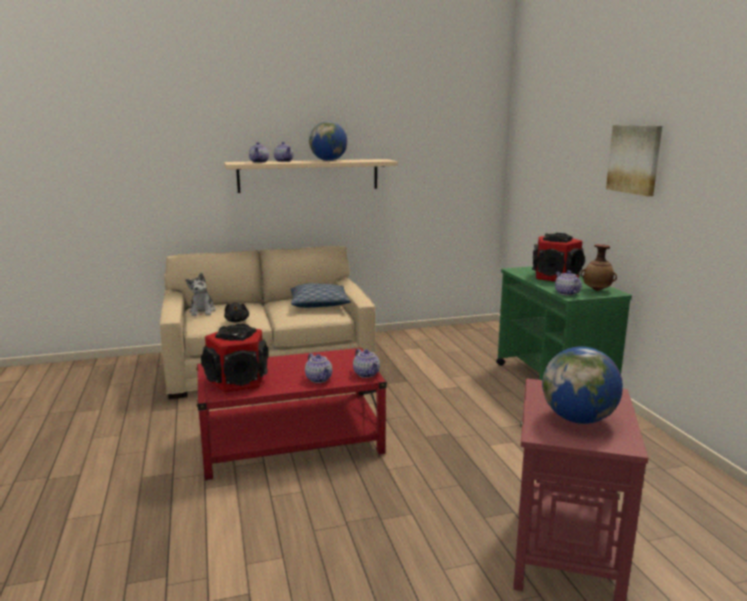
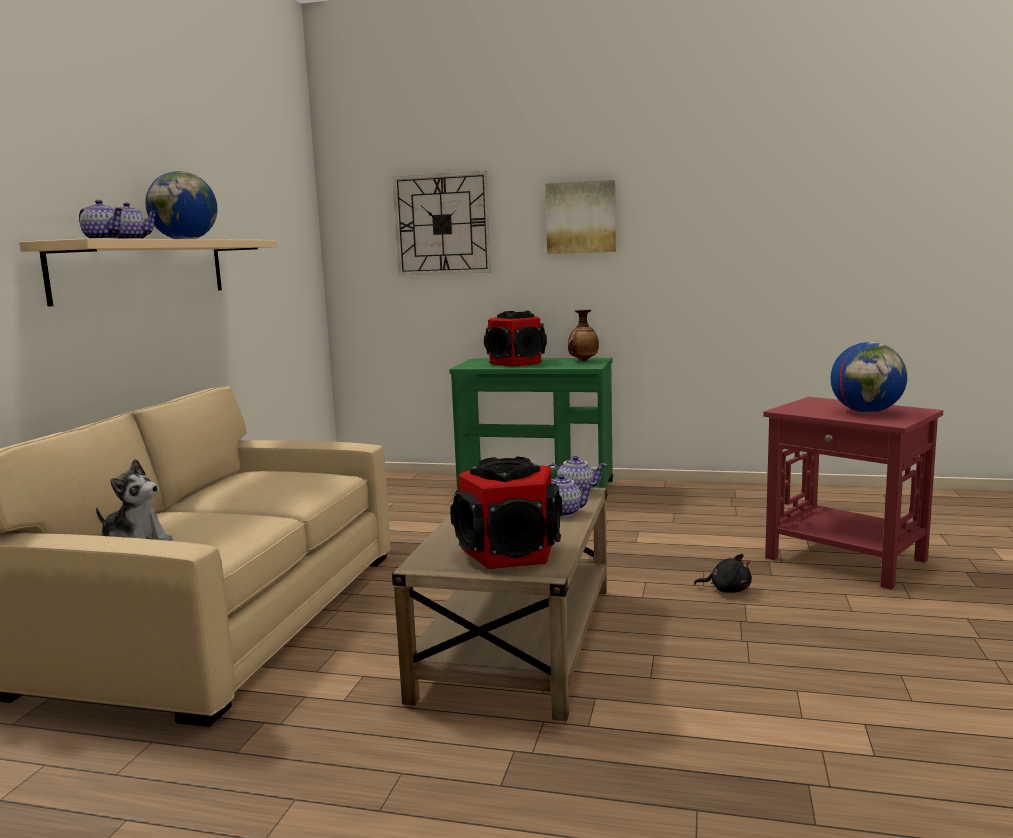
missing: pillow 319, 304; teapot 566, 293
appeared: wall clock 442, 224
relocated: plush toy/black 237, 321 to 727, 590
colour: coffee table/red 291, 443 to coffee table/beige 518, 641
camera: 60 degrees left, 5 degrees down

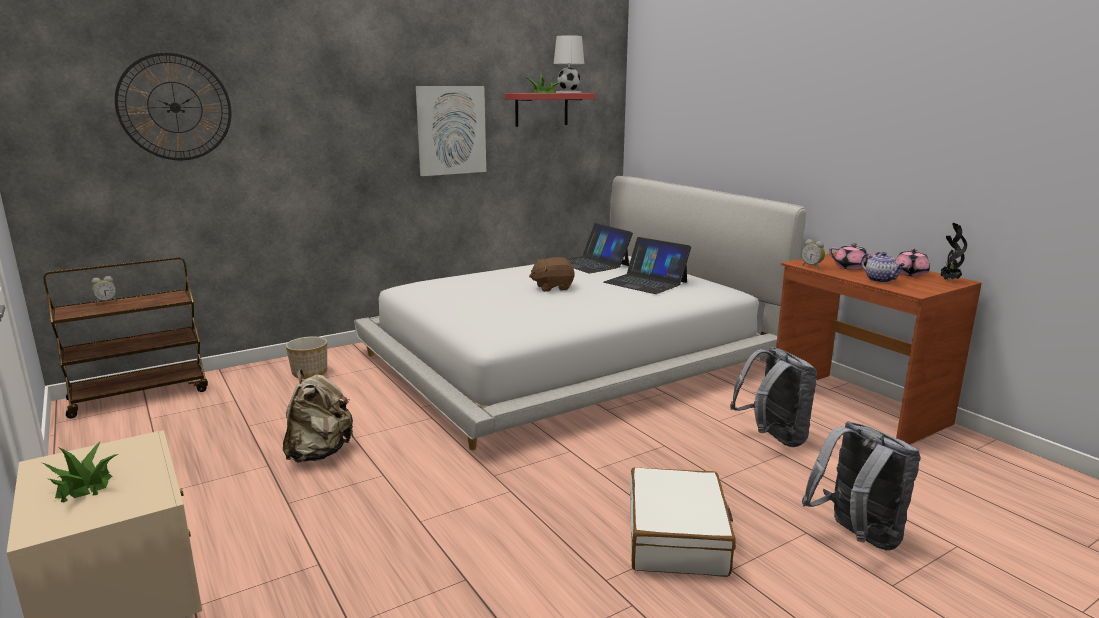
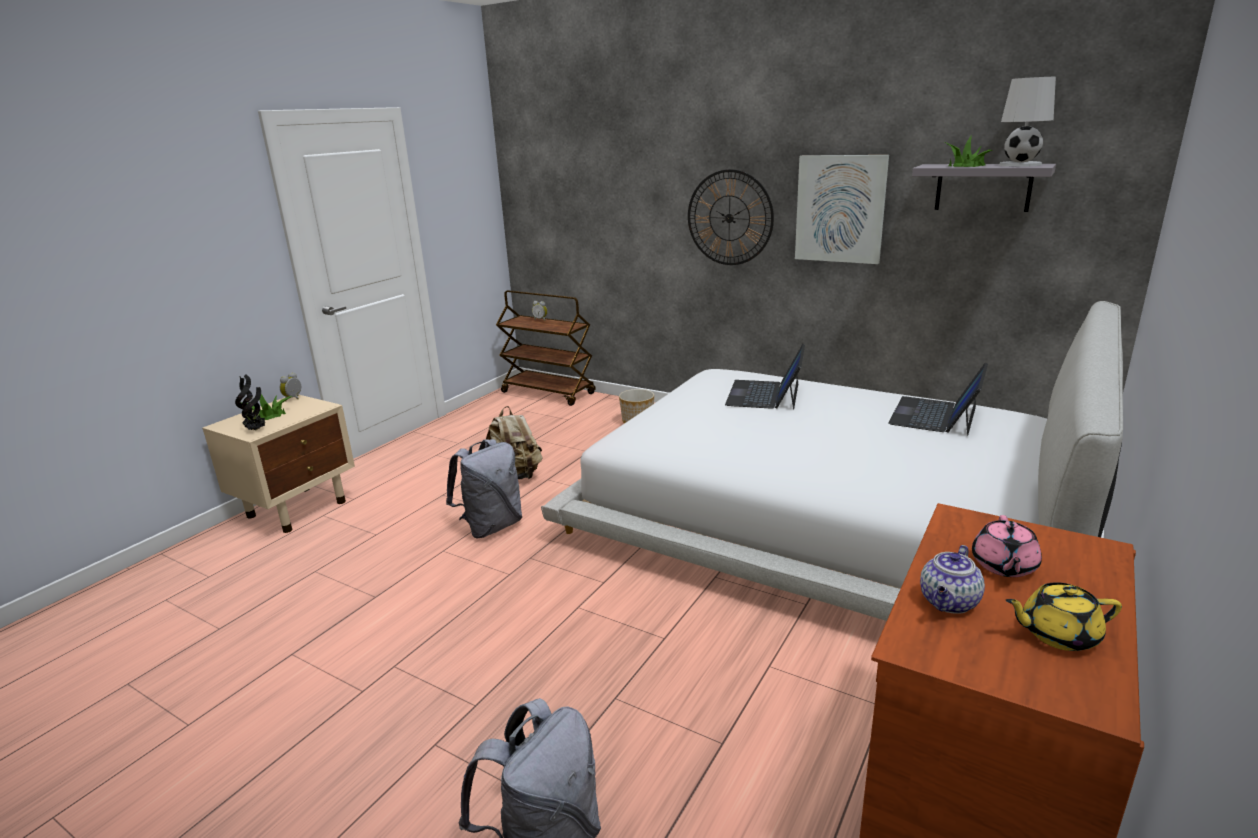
missing: plush toy/brown 552, 287; suitcase/white 677, 537
relocated: potted plant 948, 280 to 257, 430; alarm clock 812, 266 to 294, 399; backpack/grey 773, 438 to 491, 526; wall clock 175, 107 to 729, 218; laptop 645, 282 to 765, 394
colour: shelf/red 541, 109 to shelf/grey 983, 187; teapot/pink 910, 274 to teapot/yellow 1057, 634
camera: 65 degrees right, 5 degrees up

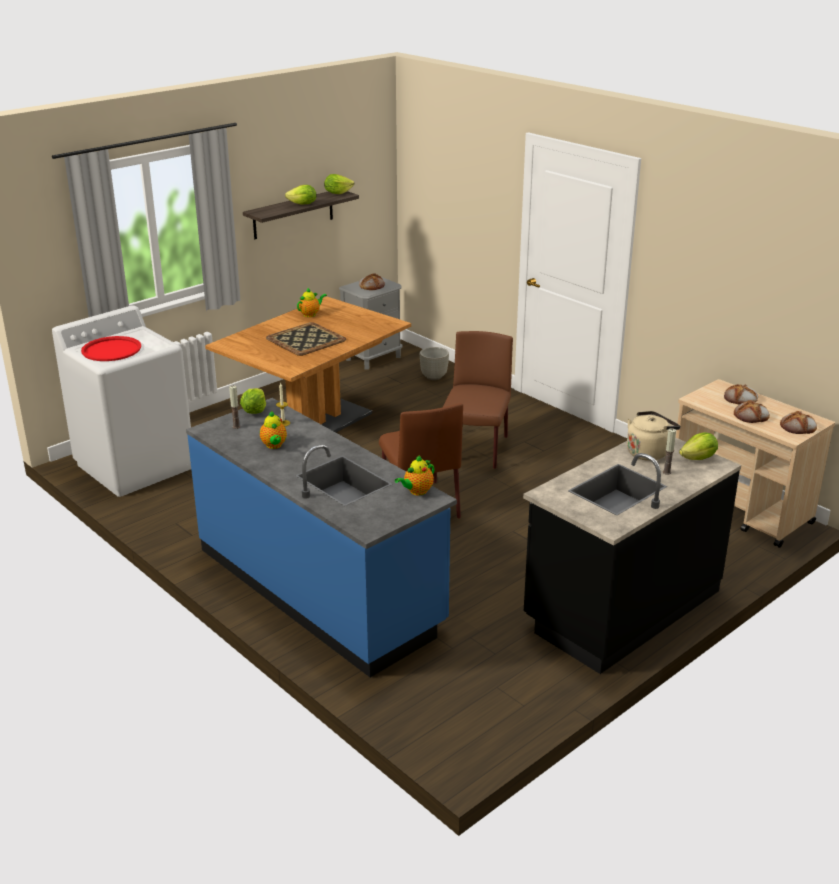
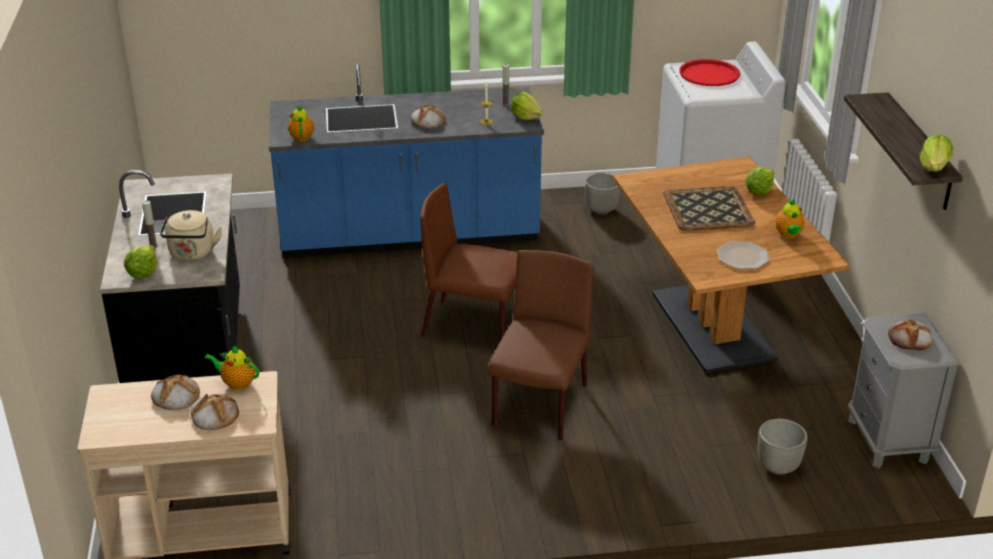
appeared: planter/grey 602, 210; plate 743, 257
relocated: teapot 274, 446 to 237, 383; bread 798, 427 to 428, 121; lettuce 303, 204 to 759, 191
spun: chair/brown 475, 450 = 540, 407 120 degrees counterclockwise
camera: 125 degrees right, 5 degrees up

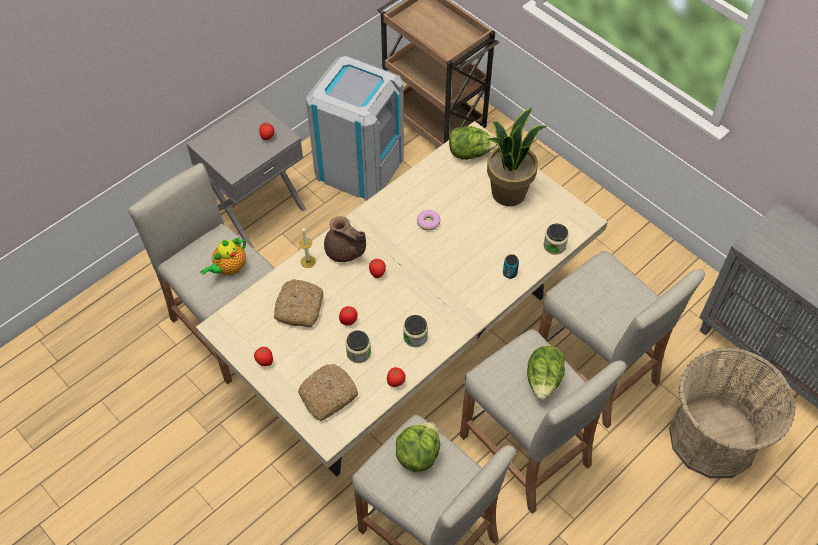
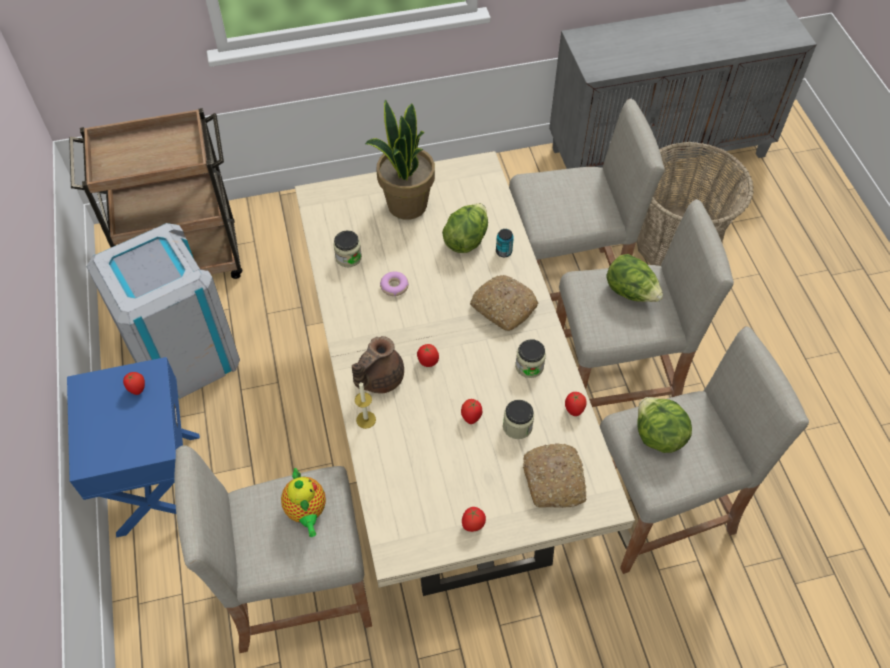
relocated: jar 554, 245 to 348, 257; lettuce 470, 153 to 466, 239; bread 299, 307 to 502, 307
colour: nightstand/grey 256, 209 to nightstand/blue 157, 484
spun: teapot/brown 345, 252 = 378, 378 150 degrees clockwise
camera: 60 degrees left, 0 degrees up

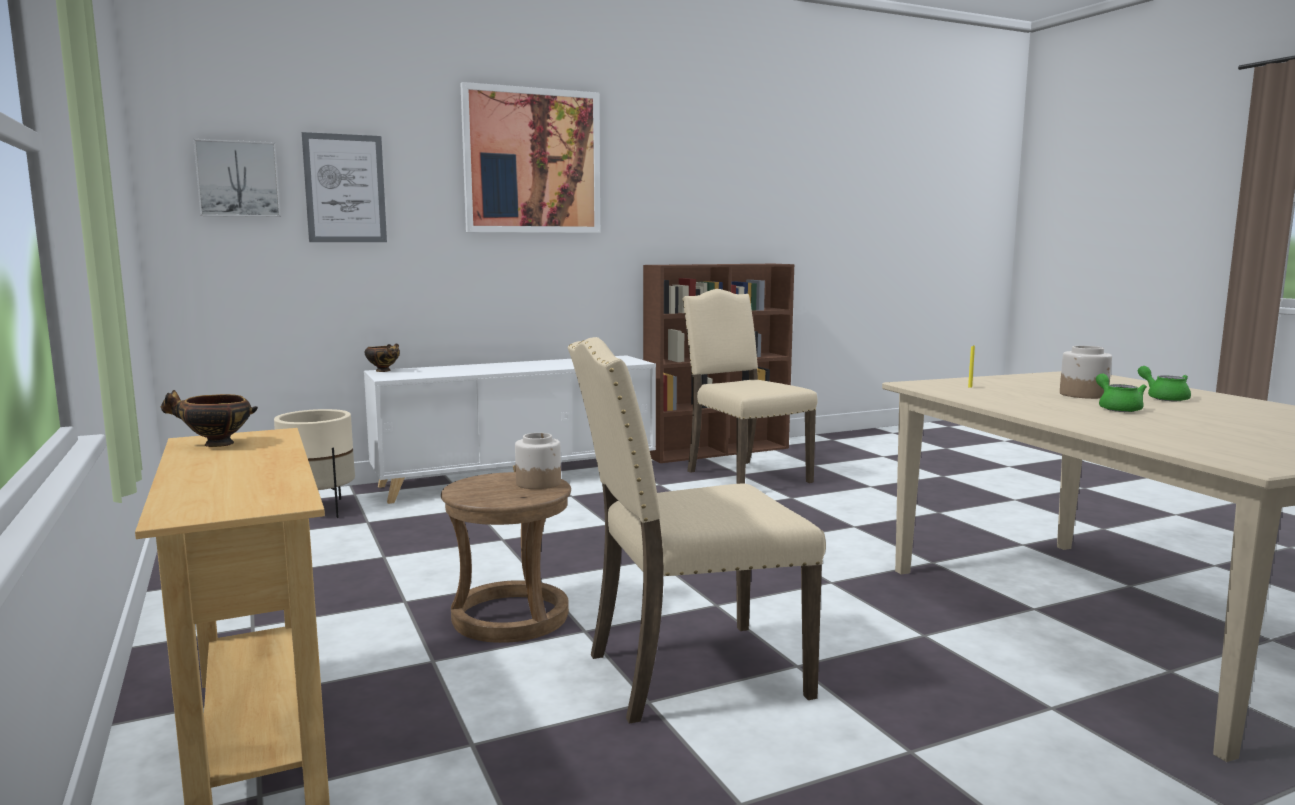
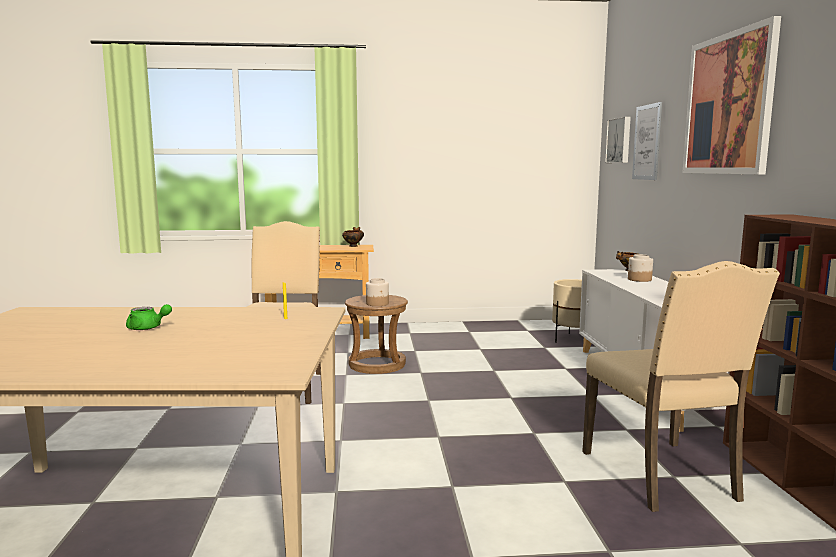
missing: teapot/green 1164, 398
relocated: jar 1084, 395 to 639, 279
spun: chair/beige 744, 476 = 662, 476 90 degrees clockwise
camera: 110 degrees right, 0 degrees up

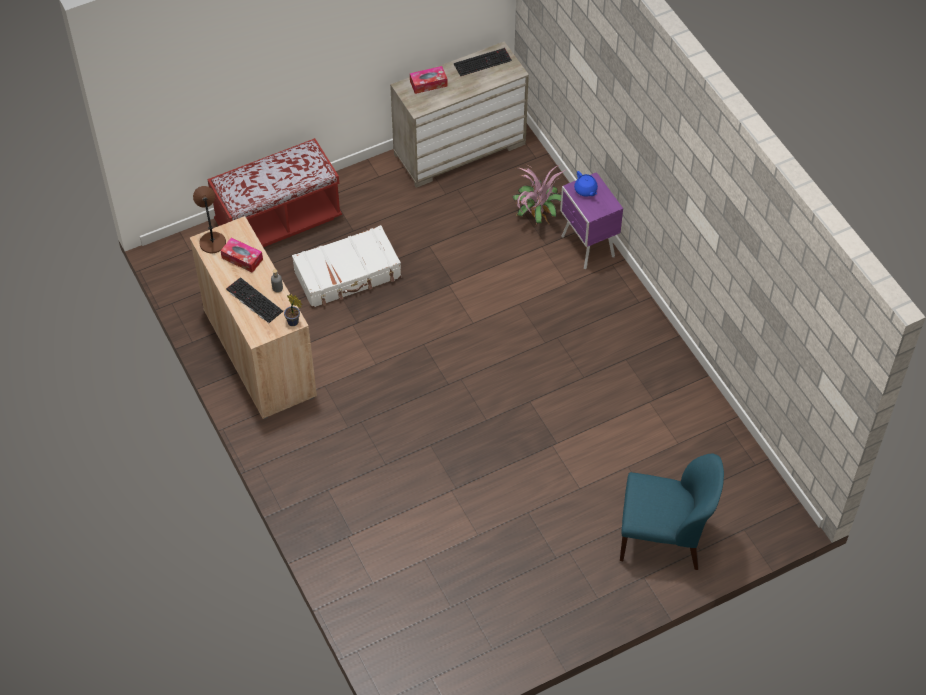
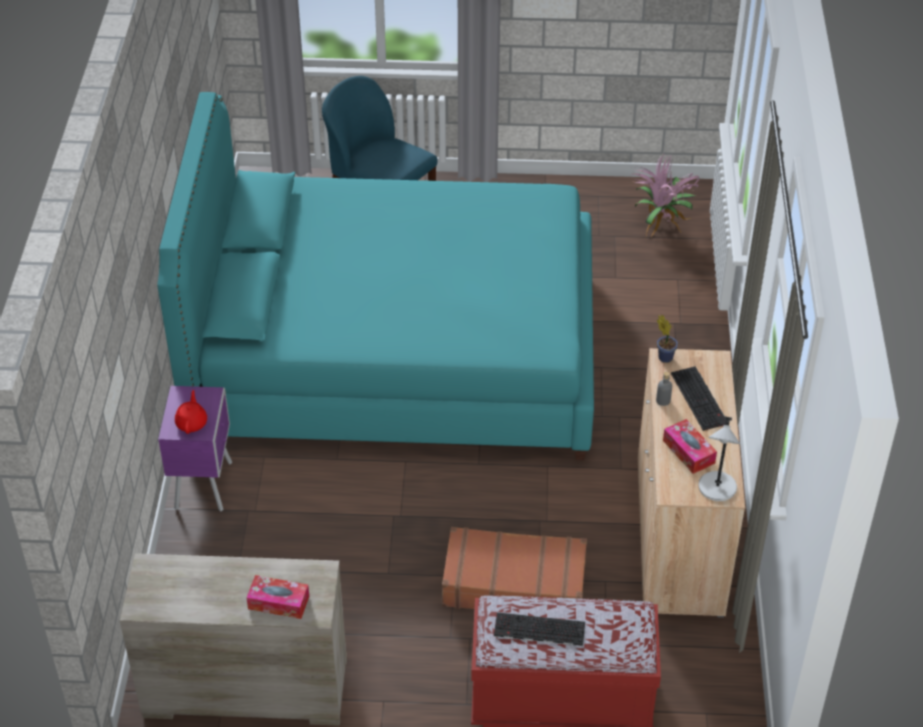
appeared: bed/turquoise 396, 355
relocated: keyboard 483, 61 to 538, 630; potted plant 536, 216 to 663, 224
colour: teapot/blue 585, 190 to teapot/red 192, 423; suitcase/white 348, 275 to suitcase/brown 514, 583; table lamp/brown 212, 241 to table lamp/grey 717, 489
camera: 150 degrees left, 10 degrees down

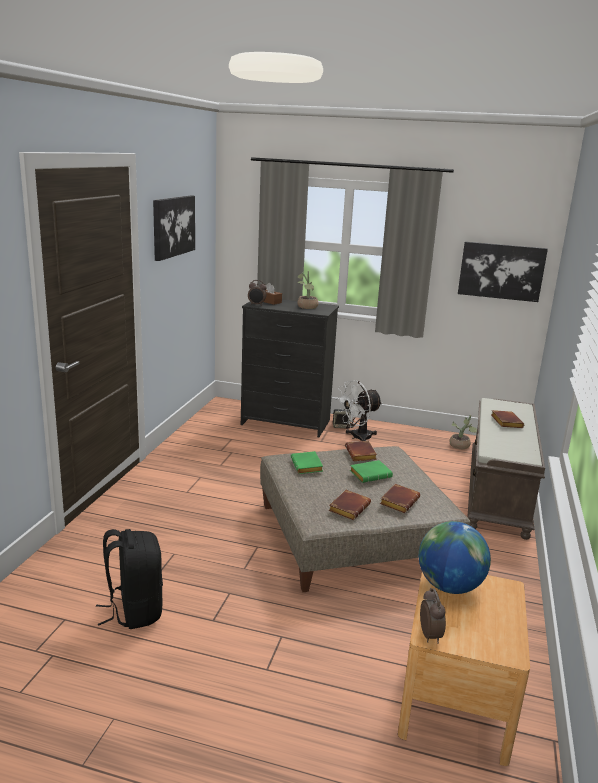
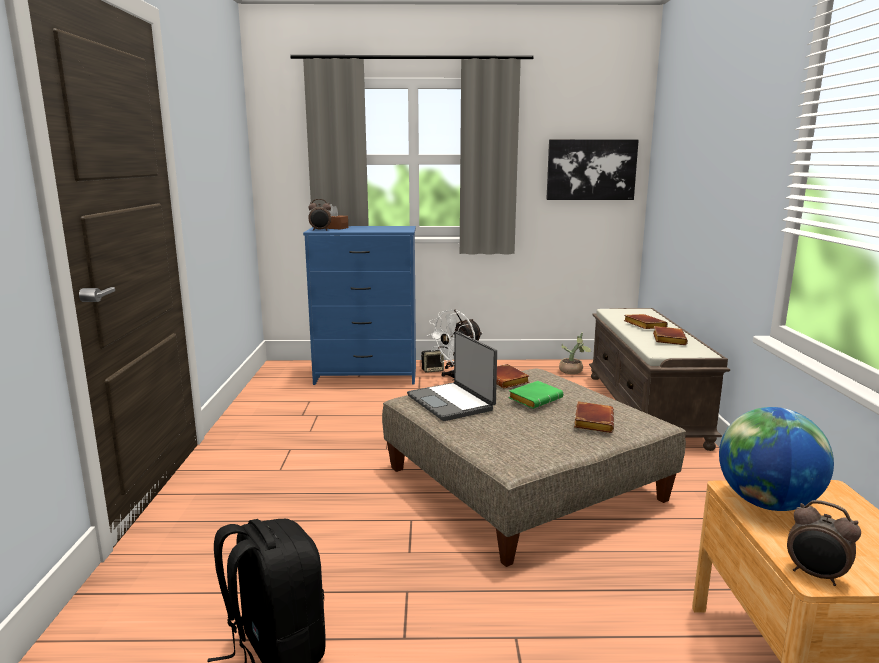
missing: picture 173, 226; potted plant 306, 307
relocated: book/brown 348, 507 to 667, 339
exchanged: book/green 308, 466 to laptop 451, 402
colour: dresser/black 285, 423 to dresser/blue 366, 375
spun: alarm clock 430, 635 = 815, 575 150 degrees clockwise
camera: 15 degrees left, 5 degrees down

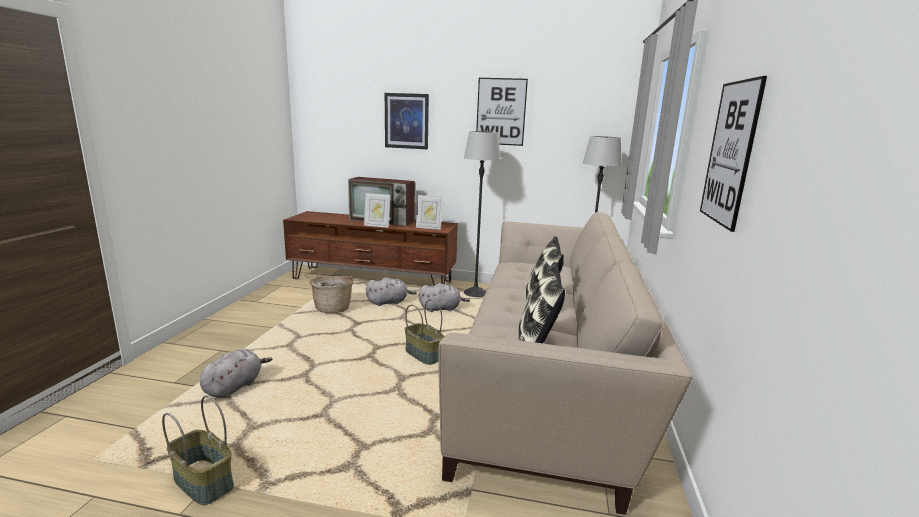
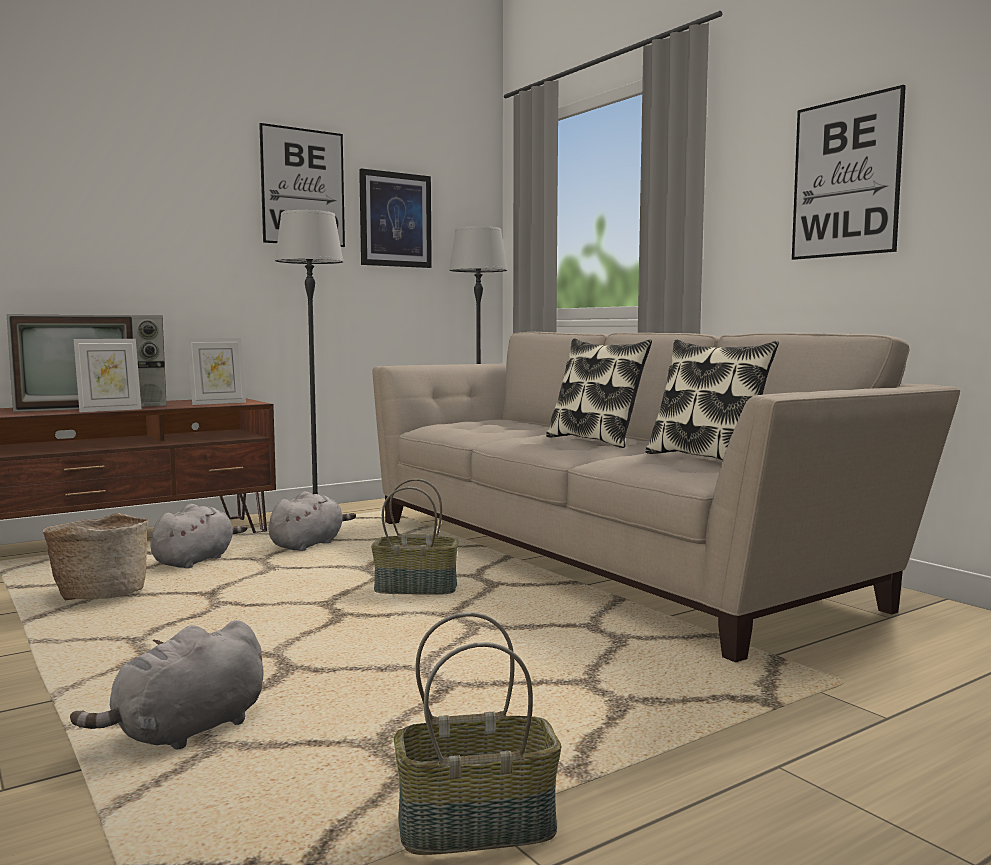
relocated: picture 406, 121 to 395, 220
spun: plush toy/grey 235, 387 = 186, 732 120 degrees counterclockwise
camera: 45 degrees left, 10 degrees down

